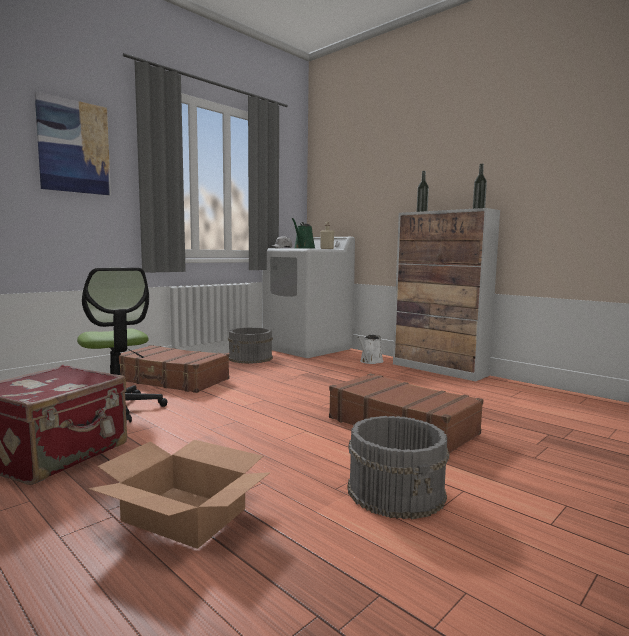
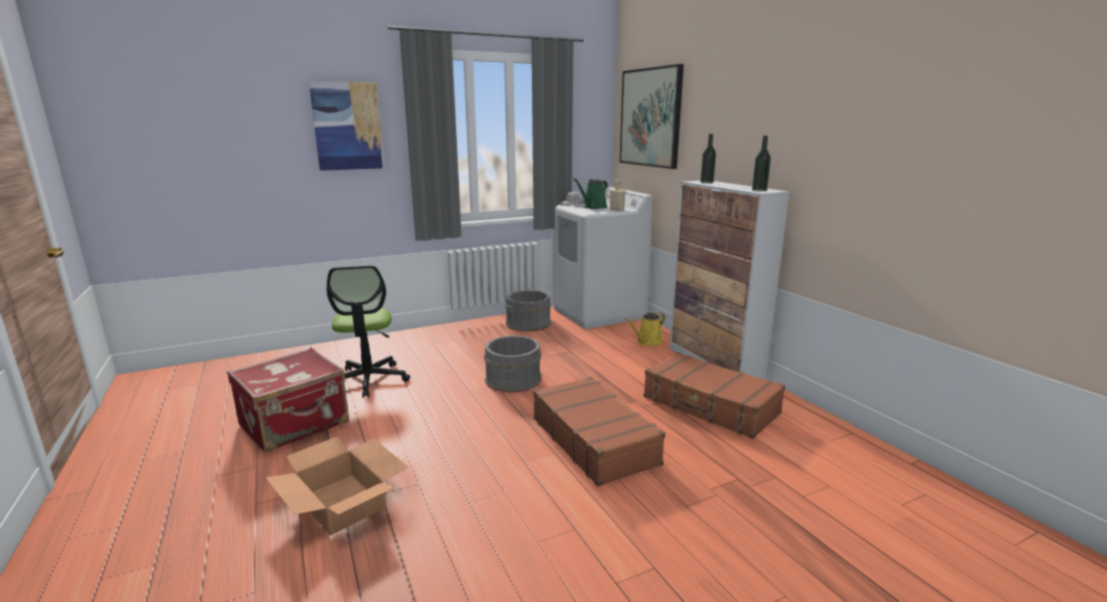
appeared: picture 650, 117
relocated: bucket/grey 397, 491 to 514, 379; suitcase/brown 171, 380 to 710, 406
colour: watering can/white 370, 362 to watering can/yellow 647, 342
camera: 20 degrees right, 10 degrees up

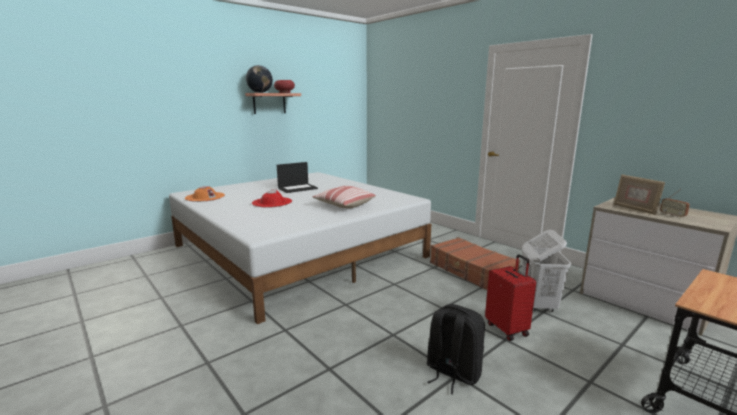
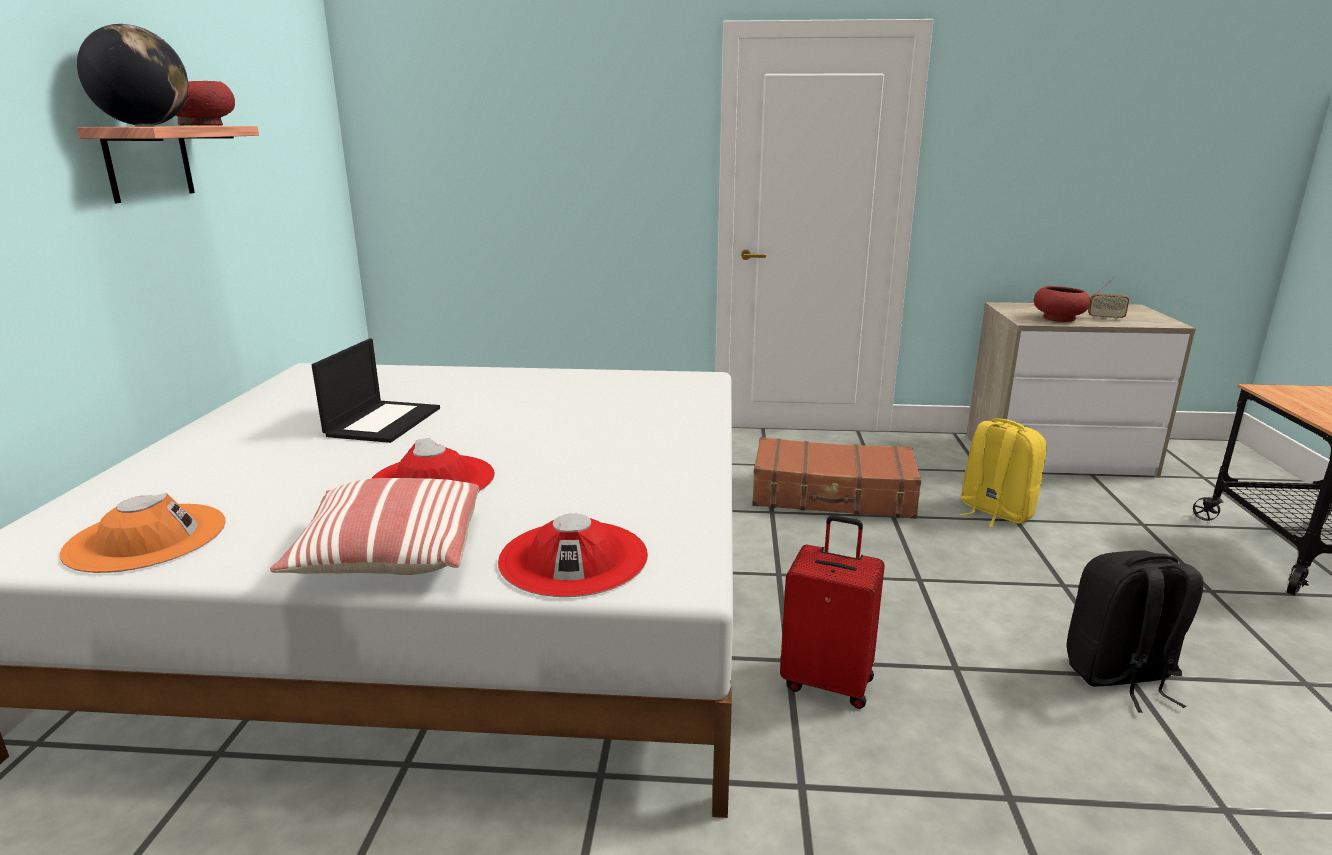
appeared: hat/red 573, 558
relocated: pillow 344, 205 to 389, 555; suitcase/red 507, 329 to 828, 682
exchanged: laundry basket/white 538, 305 to backpack/yellow 994, 512; picture frame 634, 209 to bowl/red 1058, 318
camera: 45 degrees left, 5 degrees up

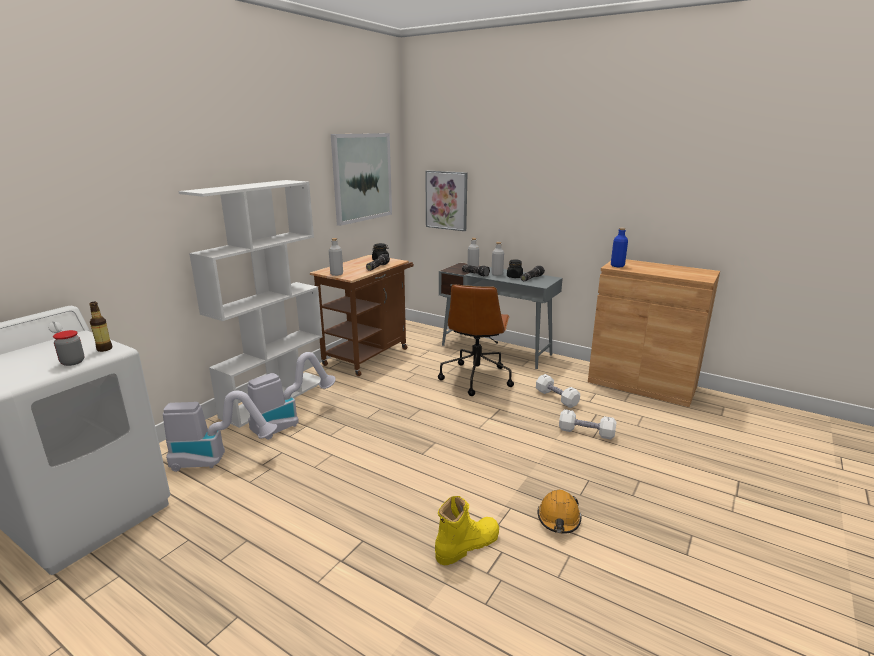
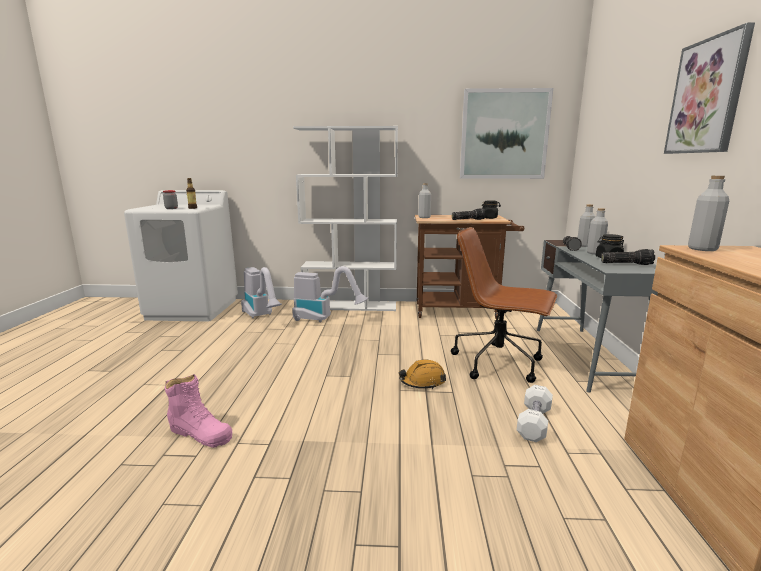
missing: dumbbell/white 586, 432
relocated: hard hat/orange 559, 518 to 422, 382; picture 446, 200 to 707, 96
colour: boot/yellow 467, 545 to boot/pink 200, 433; bottle/blue 617, 266 to bottle/grey 702, 249
spun: office chair/brown 476, 378 = 499, 363 45 degrees clockwise
camera: 60 degrees right, 5 degrees down

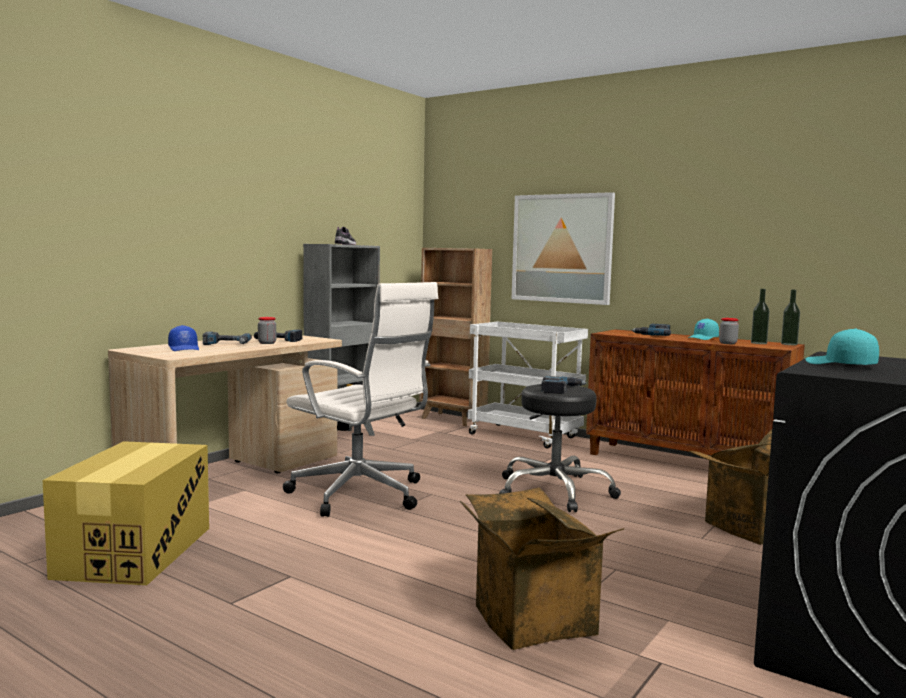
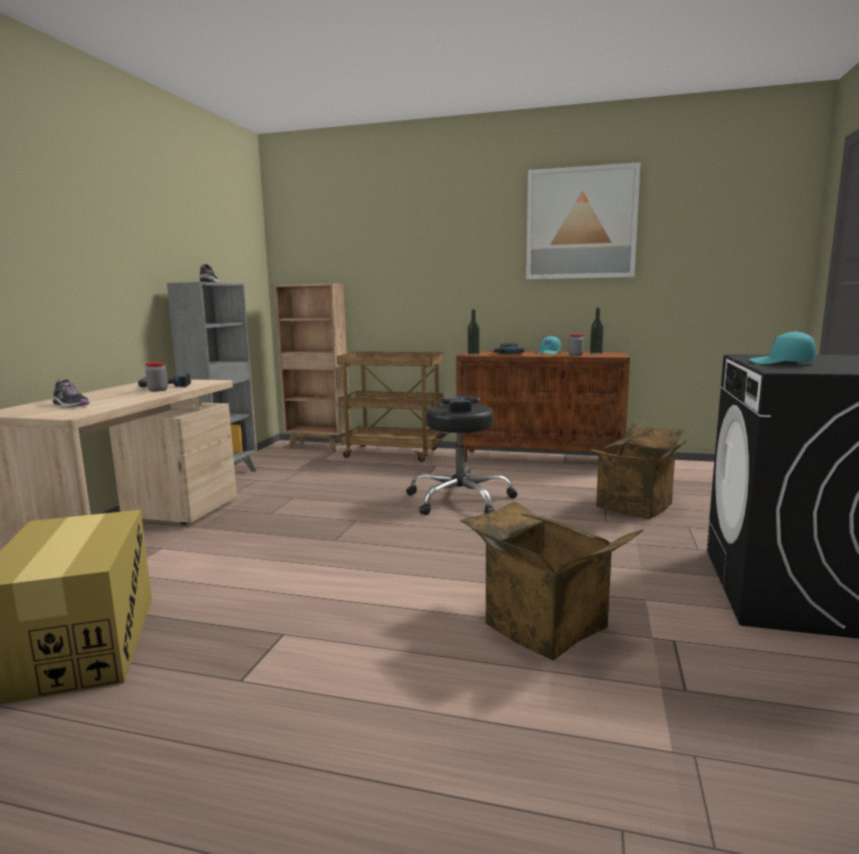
missing: power drill 227, 344; office chair/white 361, 495
relocated: bottle 789, 344 to 473, 354; picture 562, 248 to 581, 223
exchanged: cap/blue 184, 349 to shoe 70, 405
colour: cart/white 525, 436 to cart/brown 395, 453
camera: 20 degrees left, 5 degrees up

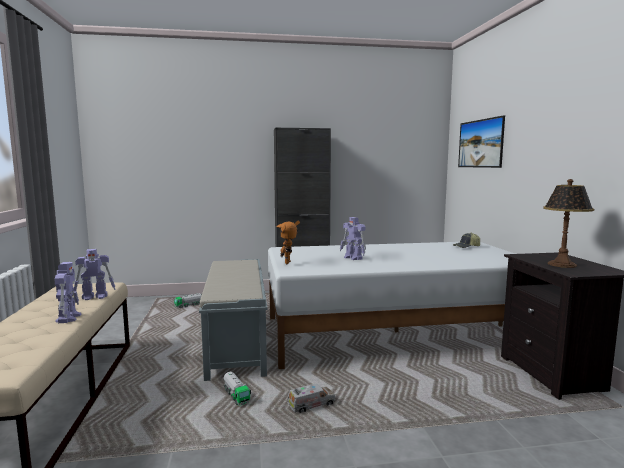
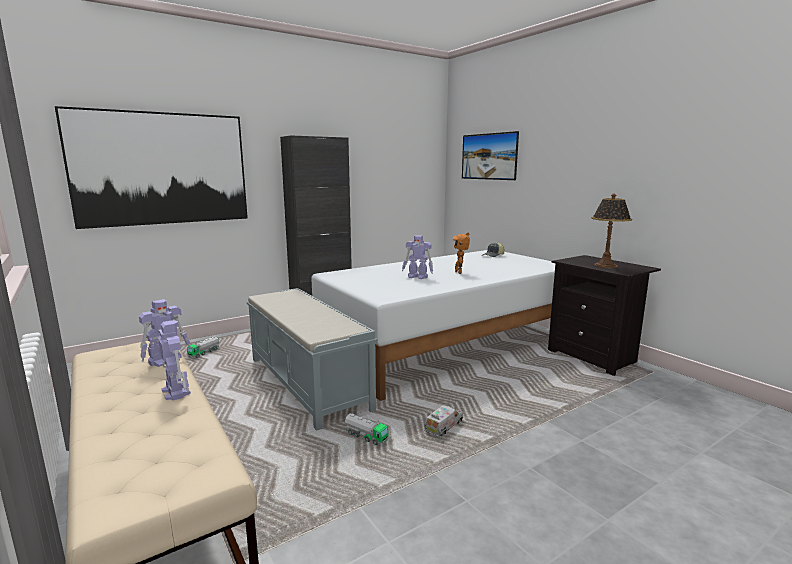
appeared: picture 162, 169
relocated: toy robot 290, 263 to 459, 272
camera: 25 degrees left, 5 degrees up

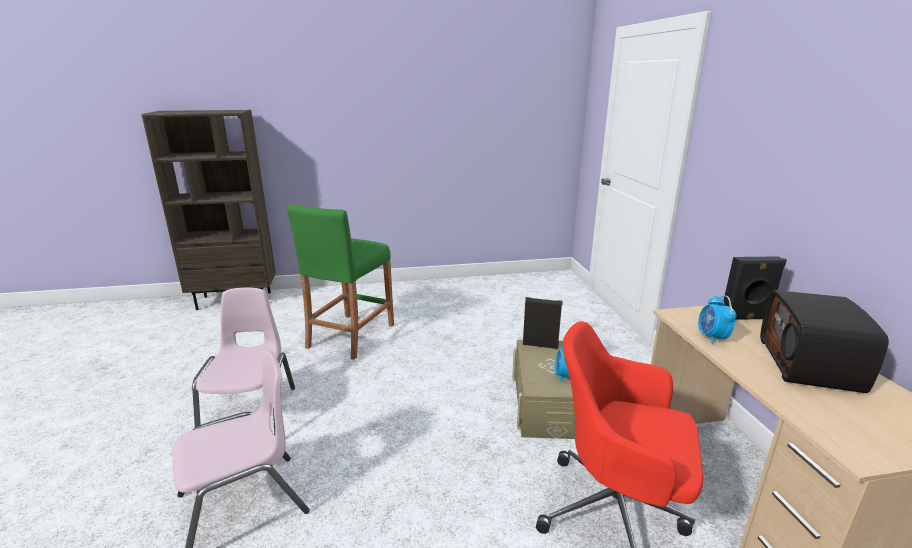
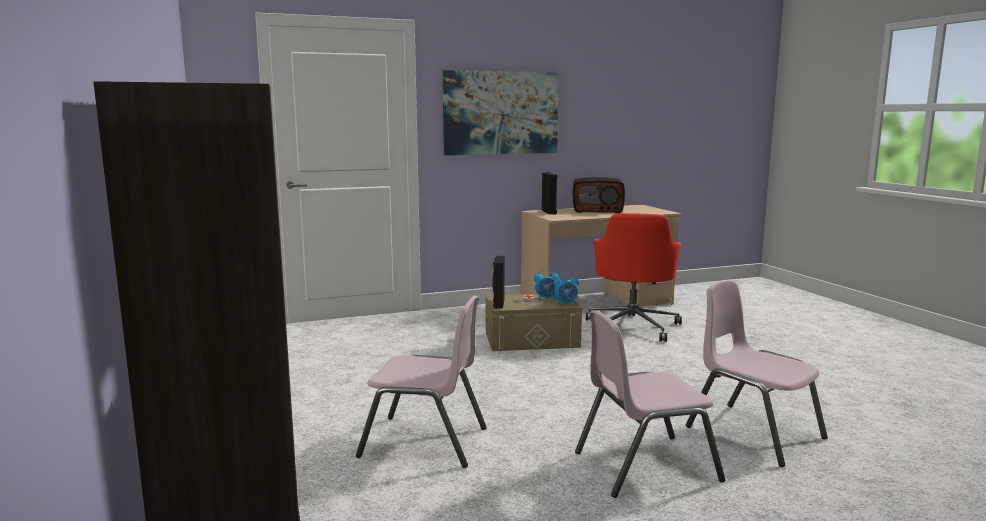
appeared: picture 501, 113
relocated: alarm clock 712, 338 to 566, 304
exchanged: stool/green 350, 336 to chair/pink 425, 442
camera: 100 degrees left, 10 degrees down

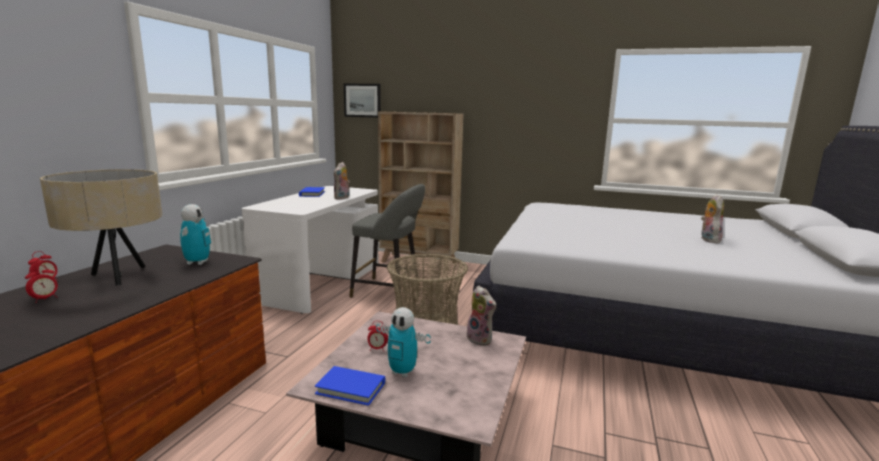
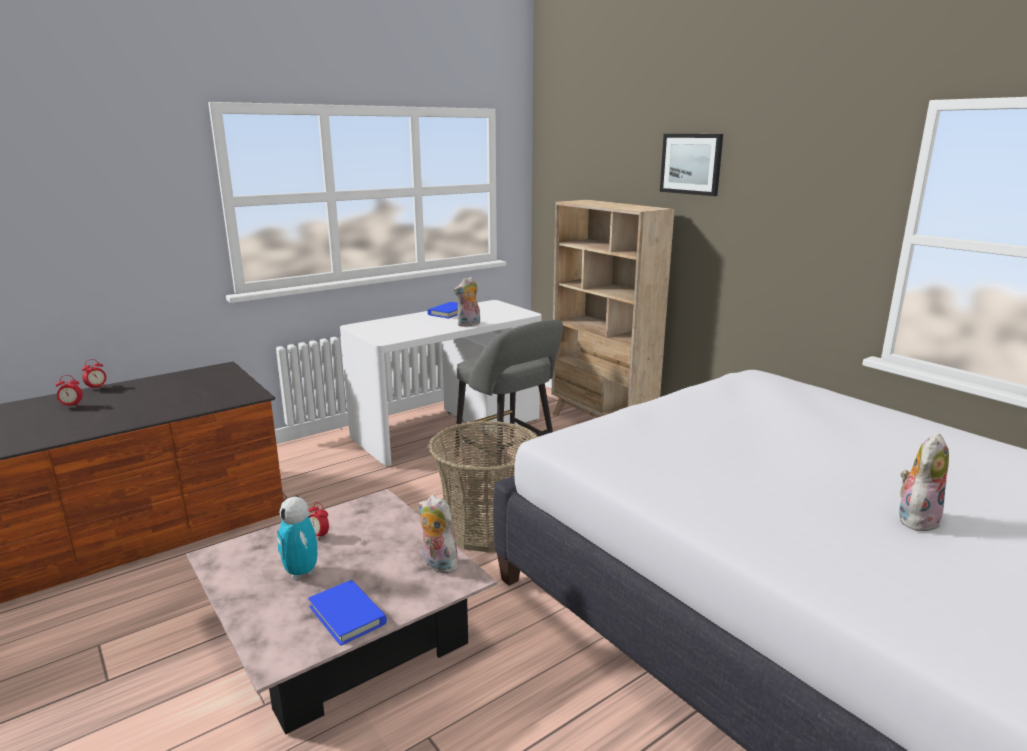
missing: table lamp/beige 118, 278; toy robot 197, 262
relocated: book/blue 351, 388 to 347, 615; picture 362, 100 to 691, 164
spun: plush toy 481, 339 = 437, 565 135 degrees clockwise
camera: 35 degrees right, 5 degrees up

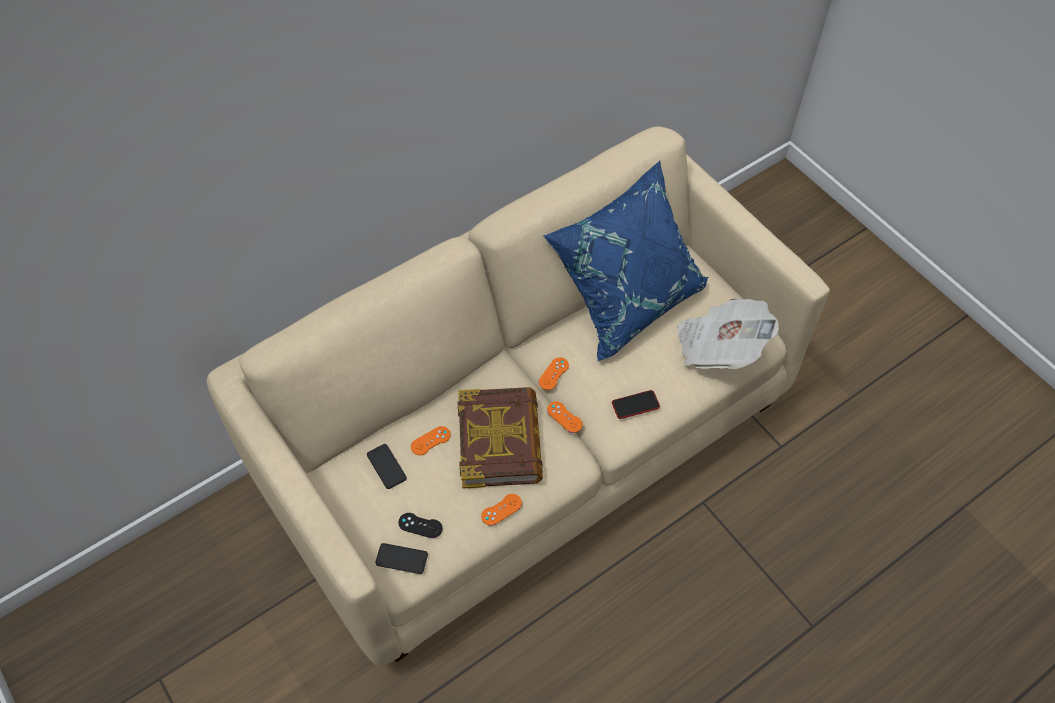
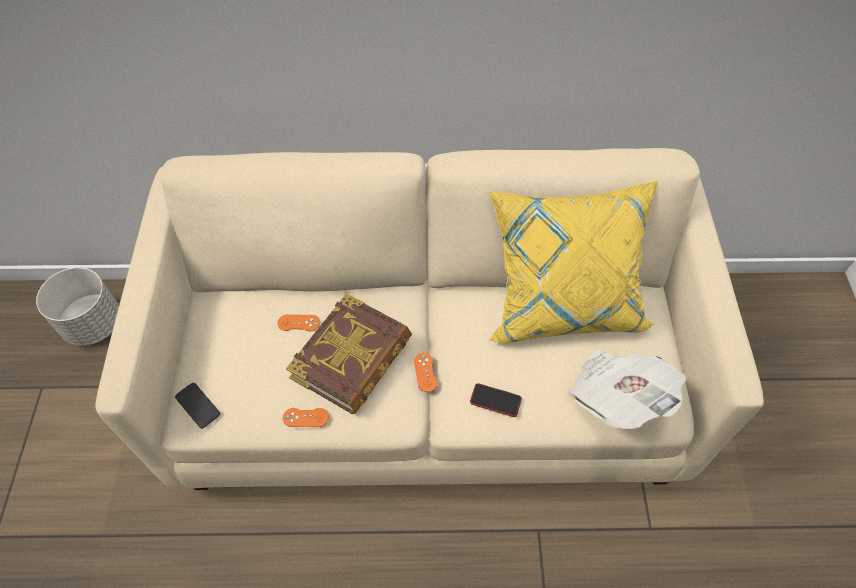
missing: phone 386, 466; game controller/black 420, 525; game controller/orange 553, 373
appeared: planter/grey 93, 323
colour: pillow/blue 627, 298 to pillow/yellow 563, 301
camera: 35 degrees right, 0 degrees up

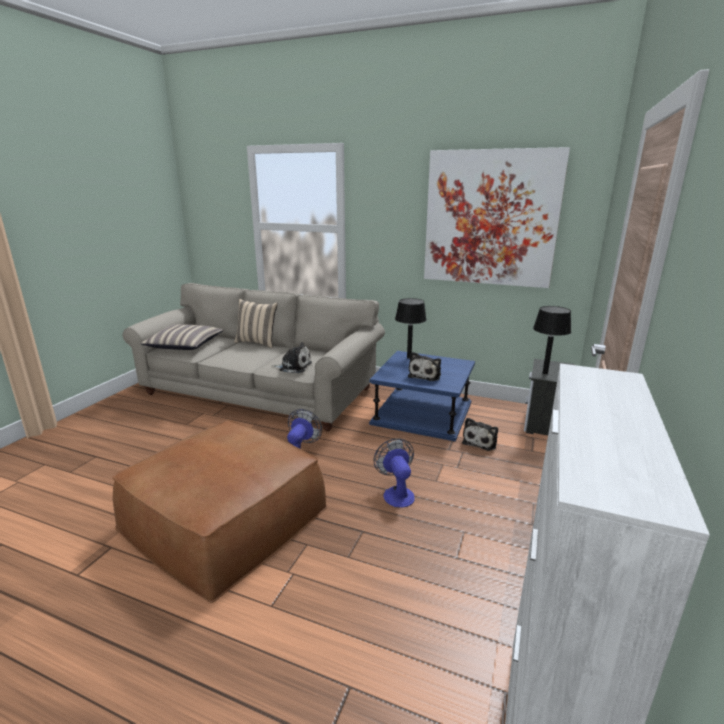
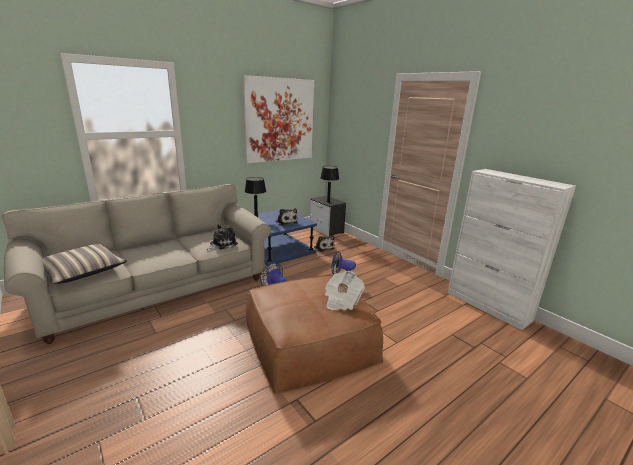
missing: pillow/beige 257, 342
appeared: newspaper 342, 300
camera: 60 degrees left, 0 degrees up

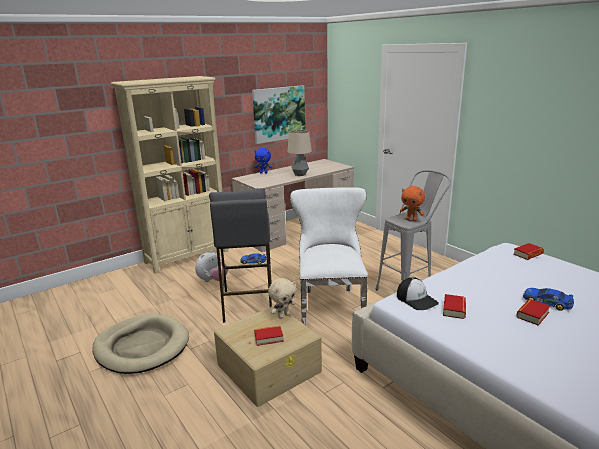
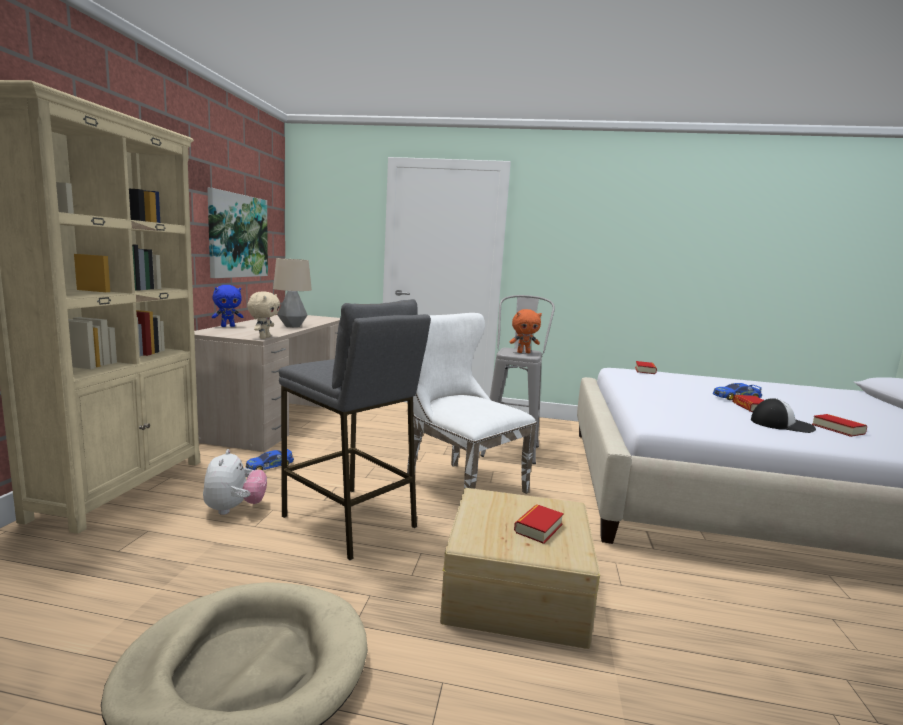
relocated: plush toy/beige 283, 315 to 264, 337; cap 417, 299 to 781, 424; book 454, 309 to 838, 429
camera: 45 degrees left, 10 degrees down

